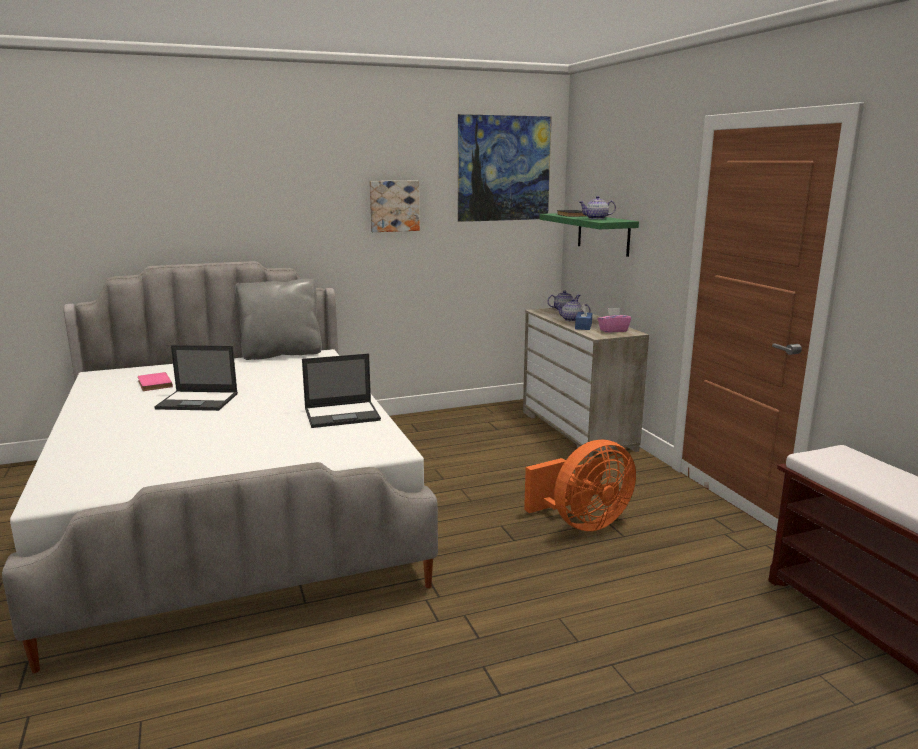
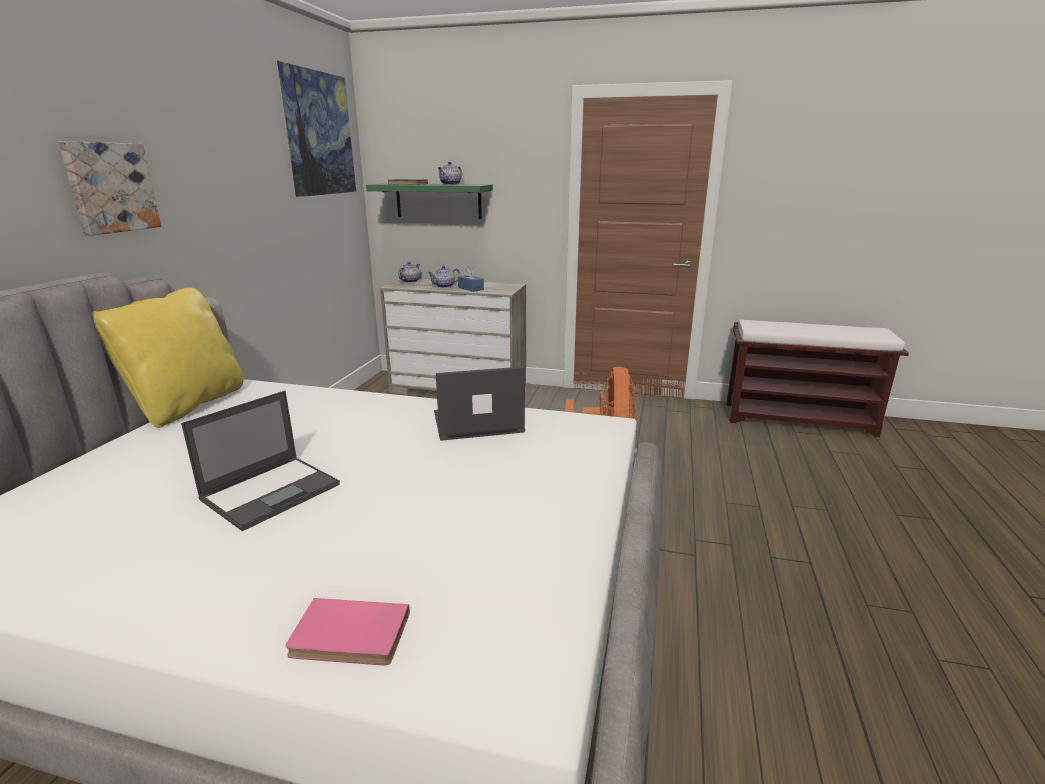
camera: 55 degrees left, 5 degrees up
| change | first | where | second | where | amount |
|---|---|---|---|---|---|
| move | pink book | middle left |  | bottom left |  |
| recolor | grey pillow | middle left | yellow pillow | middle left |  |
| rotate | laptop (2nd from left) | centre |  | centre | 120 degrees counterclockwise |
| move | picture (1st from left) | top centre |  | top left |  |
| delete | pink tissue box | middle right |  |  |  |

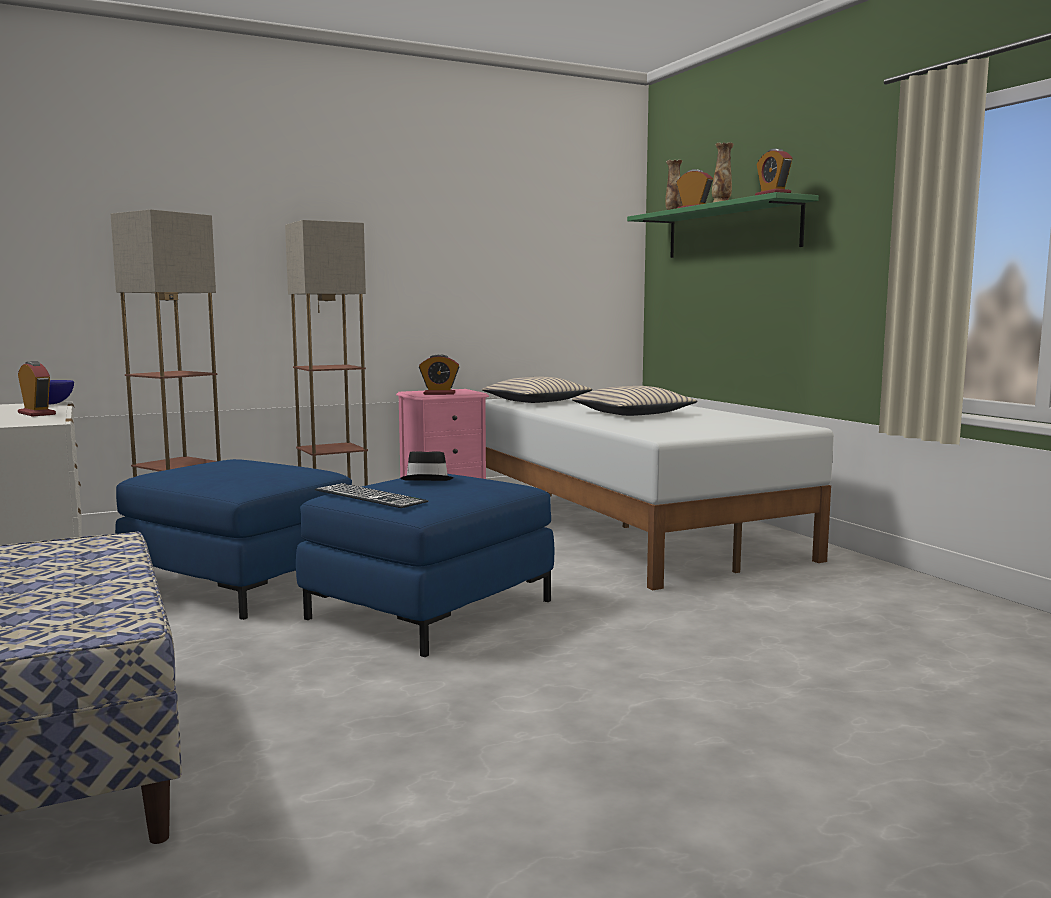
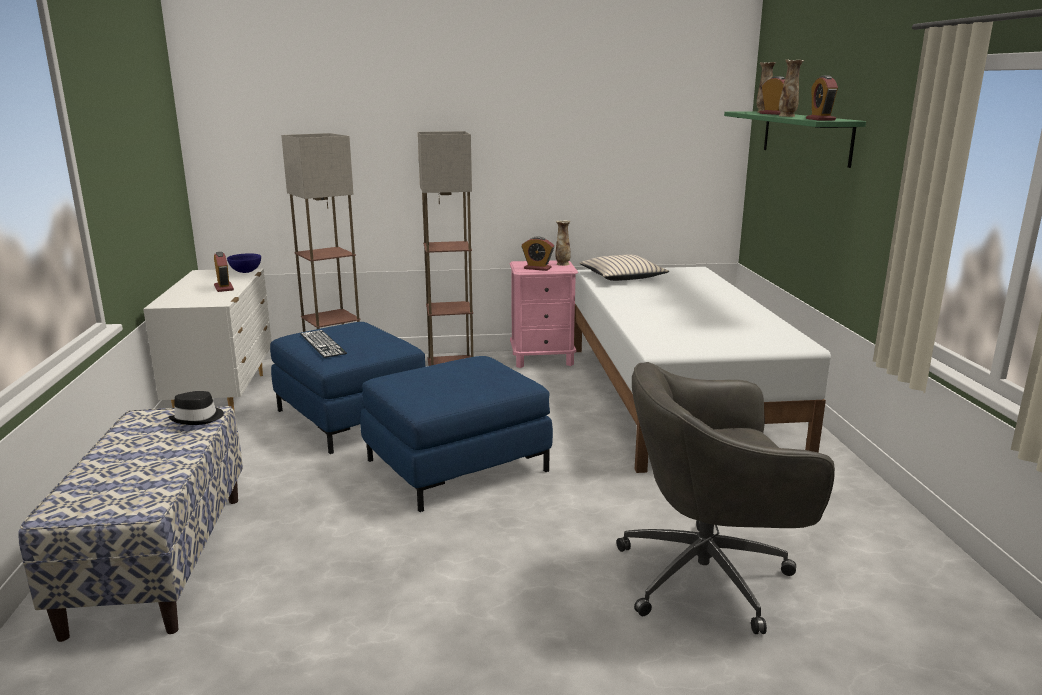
camera: 20 degrees right, 10 degrees up
| change | first | where | second | where | amount |
|---|---|---|---|---|---|
| move | keyboard | centre |  | middle left |  |
| move | black hat | centre |  | middle left |  |
| delete | beige pillow (2nd from left) | centre |  |  |  |
| insert |  |  | vase (1st from left) | centre |  |
| insert |  |  | grey office chair | bottom right |  |

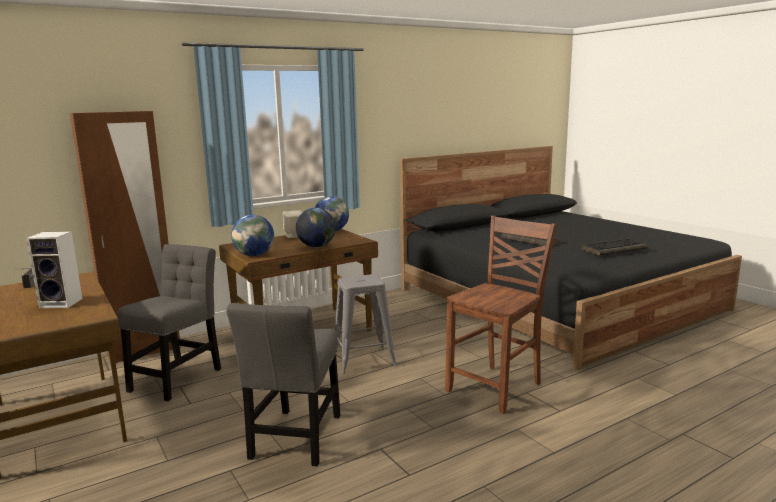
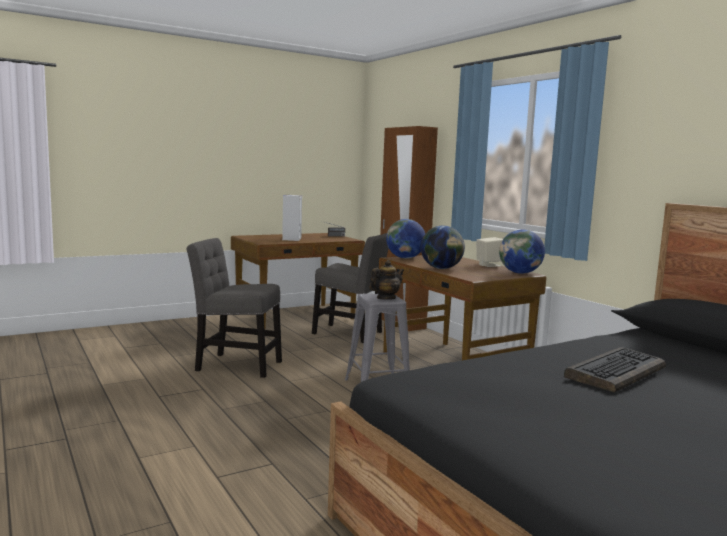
camera: 90 degrees right, 5 degrees down
| change | first | where | second | where | amount |
|---|---|---|---|---|---|
| delete | brown chair | centre |  |  |  |
| delete | keyboard (2nd from left) | middle right |  |  |  |
| insert |  |  | teapot | centre |  |

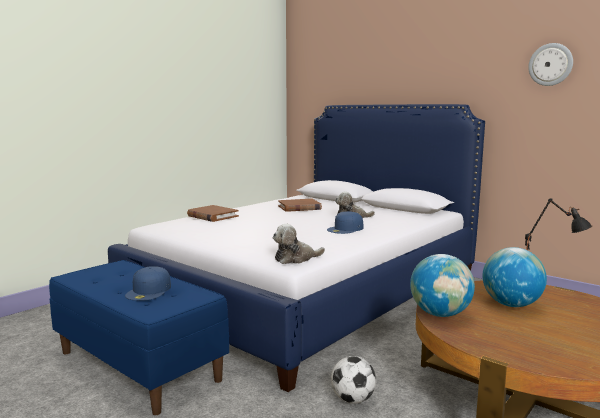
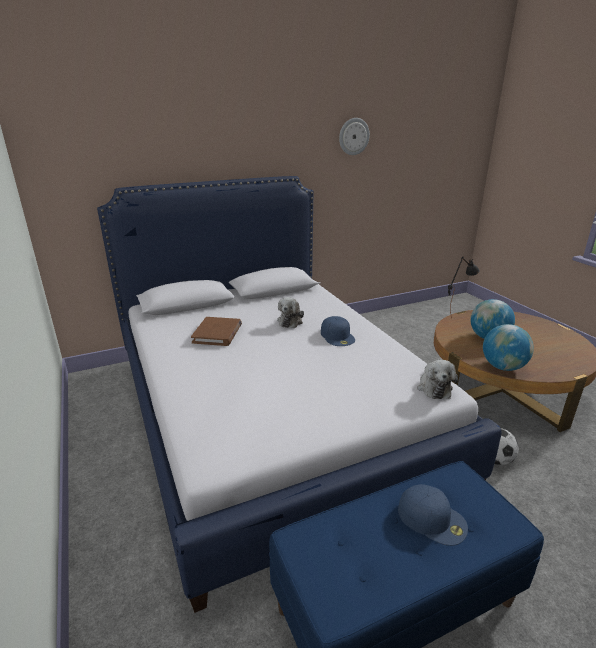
camera: 65 degrees left, 15 degrees up
| change | first | where | second | where | amount |
|---|---|---|---|---|---|
| delete | brown book (1st from left) | centre |  |  |  |

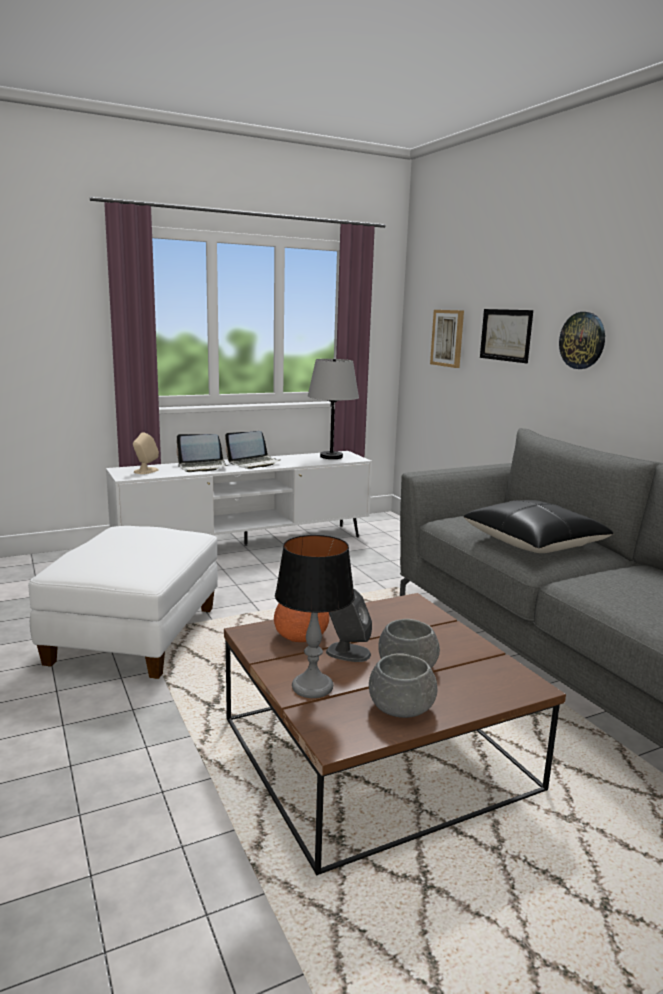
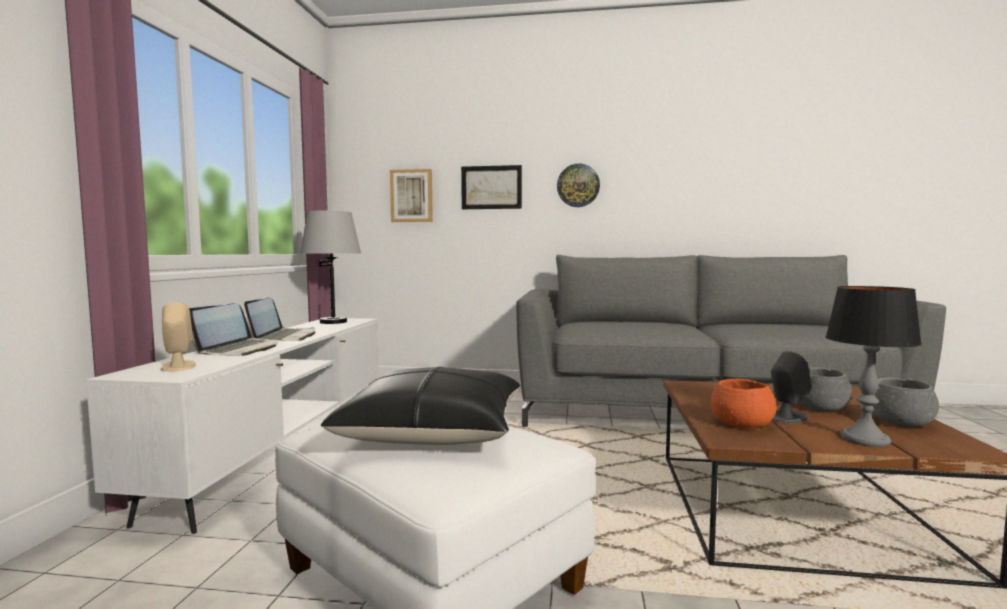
camera: 55 degrees left, 10 degrees down
| change | first | where | second | where | amount |
|---|---|---|---|---|---|
| move | black pillow | middle right |  | bottom centre |  |

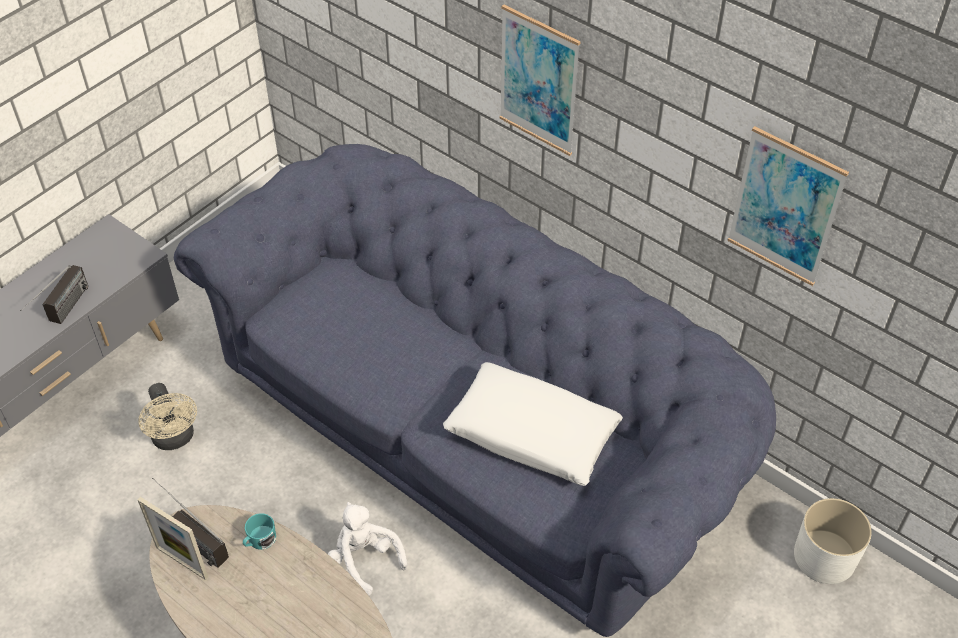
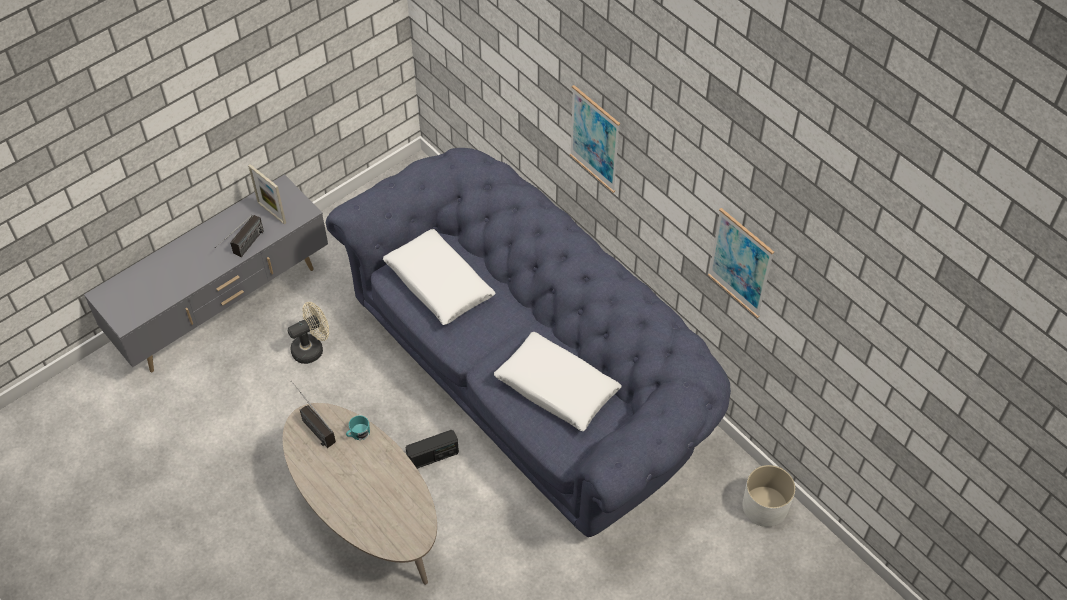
camera: 10 degrees right, 5 degrees up
| change | first | where | second | where | amount |
|---|---|---|---|---|---|
| rotate | beige fan | middle left |  | middle left | 105 degrees counterclockwise |
| move | picture frame | bottom left |  | top left |  |
| replace | white plush toy | bottom centre | radio (3rd from left) | bottom centre |  |
| insert |  |  | white pillow (1st from left) | centre |  |

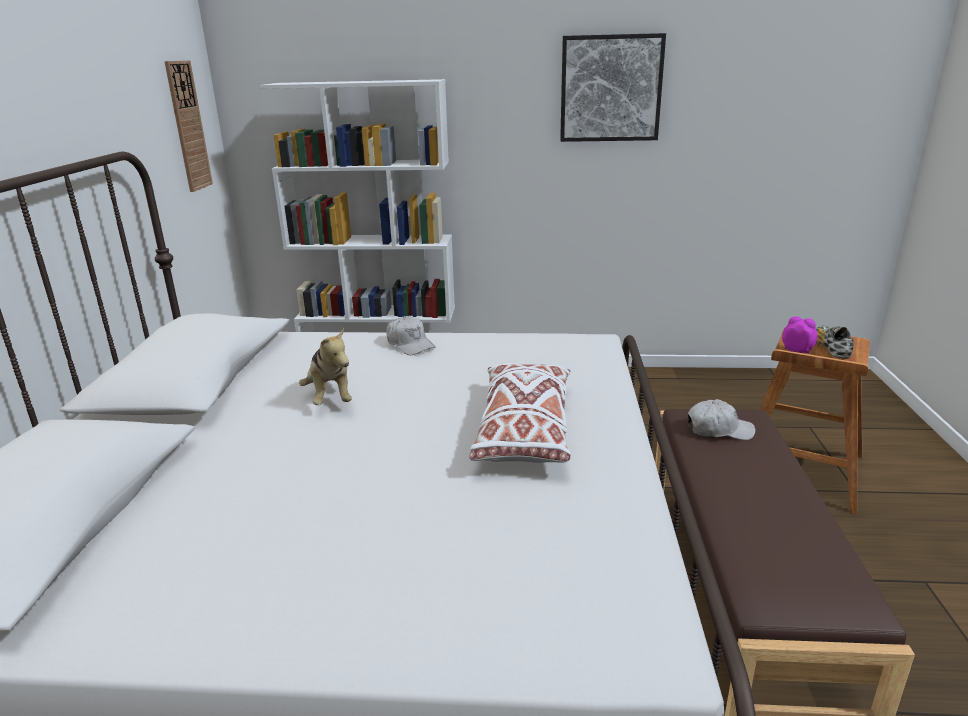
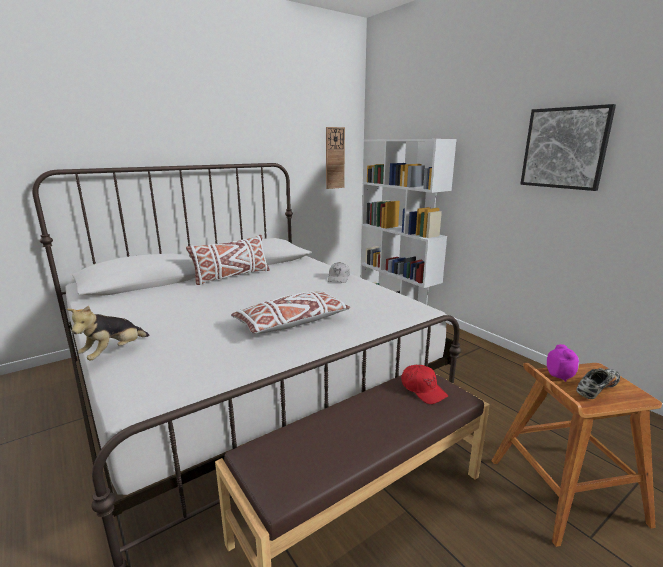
camera: 50 degrees right, 5 degrees down
| change | first | where | second | where | amount |
|---|---|---|---|---|---|
| move | plush toy | centre |  | middle left |  |
| recolor | white cap (2nd from left) | middle right | red cap | bottom centre |  |
| insert |  |  | white pillow (1st from left) | centre |  |

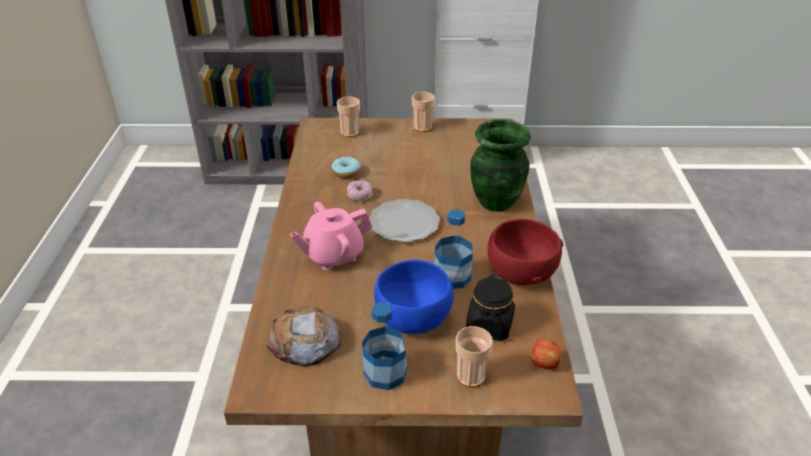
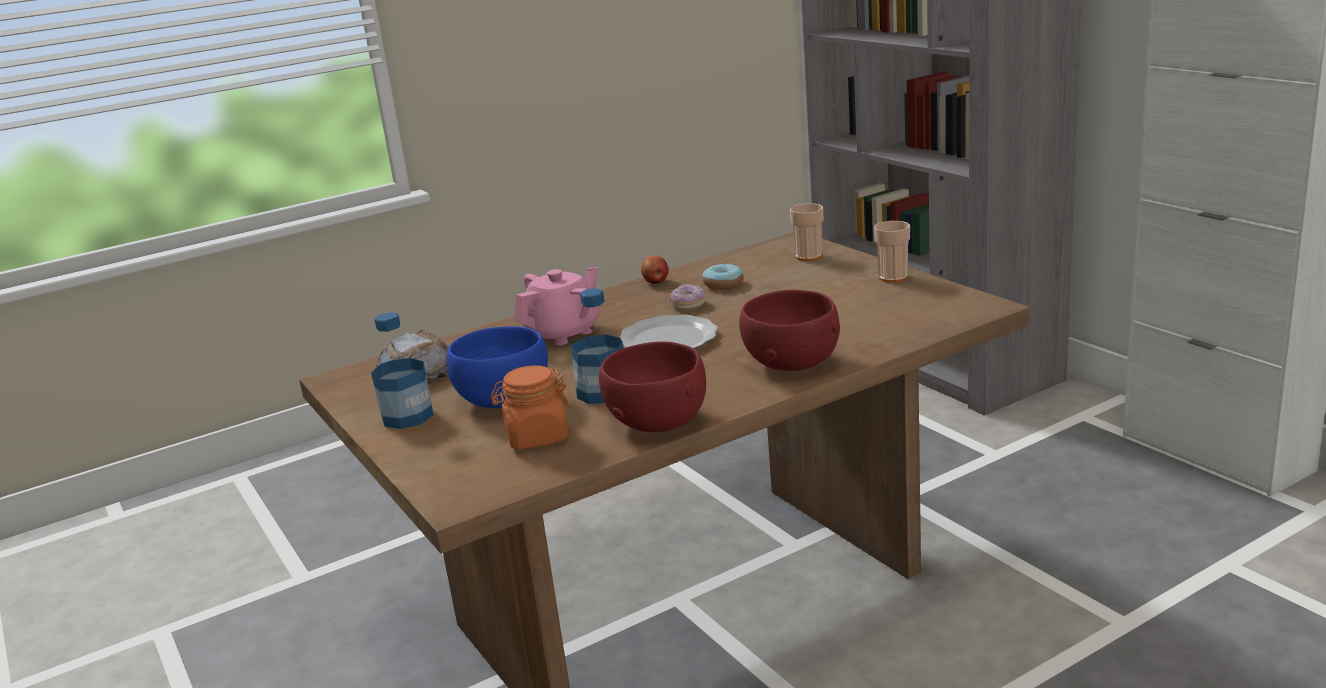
camera: 60 degrees right, 15 degrees down
| change | first | where | second | where | amount |
|---|---|---|---|---|---|
| rotate | pink teapot | centre |  | centre | 105 degrees clockwise |
| delete | cup (3rd from left) | bottom centre |  |  |  |
| recolor | black jar | bottom centre | orange jar | centre |  |
| replace | green vase | centre | red bowl (2nd from left) | centre |  |
| move | apple | bottom right |  | centre |  |

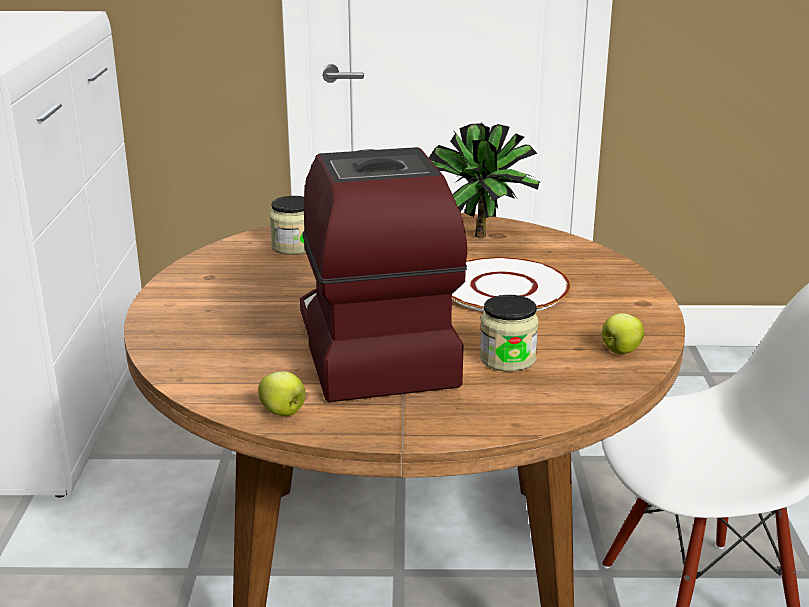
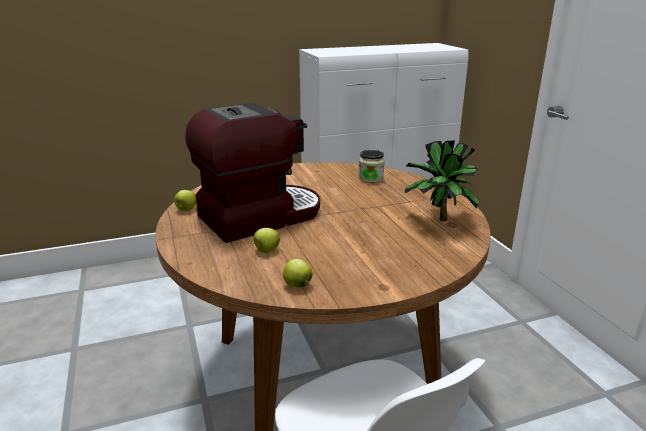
camera: 70 degrees right, 0 degrees up
| change | first | where | second | where | amount |
|---|---|---|---|---|---|
| delete | white plate | centre |  |  |  |
| replace | jar (2nd from left) | centre | apple (2nd from left) | centre |  |

